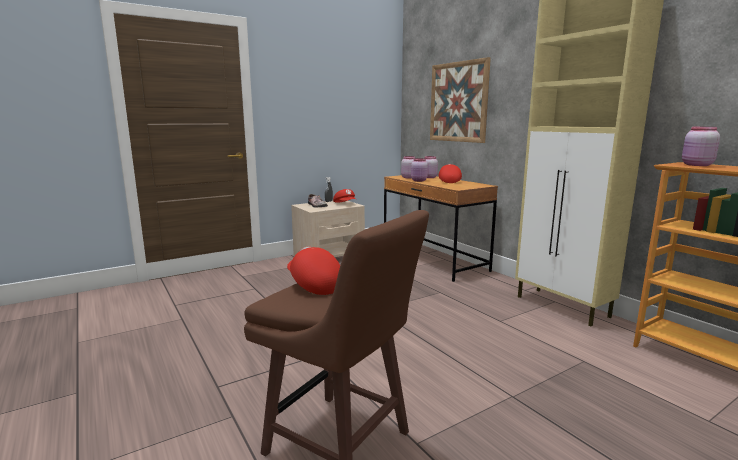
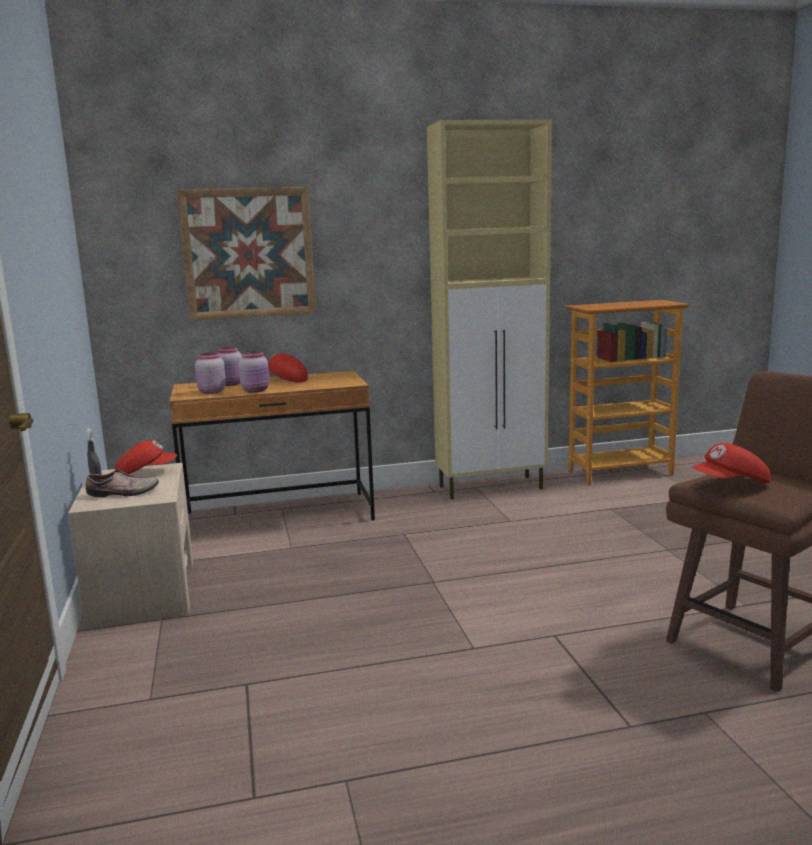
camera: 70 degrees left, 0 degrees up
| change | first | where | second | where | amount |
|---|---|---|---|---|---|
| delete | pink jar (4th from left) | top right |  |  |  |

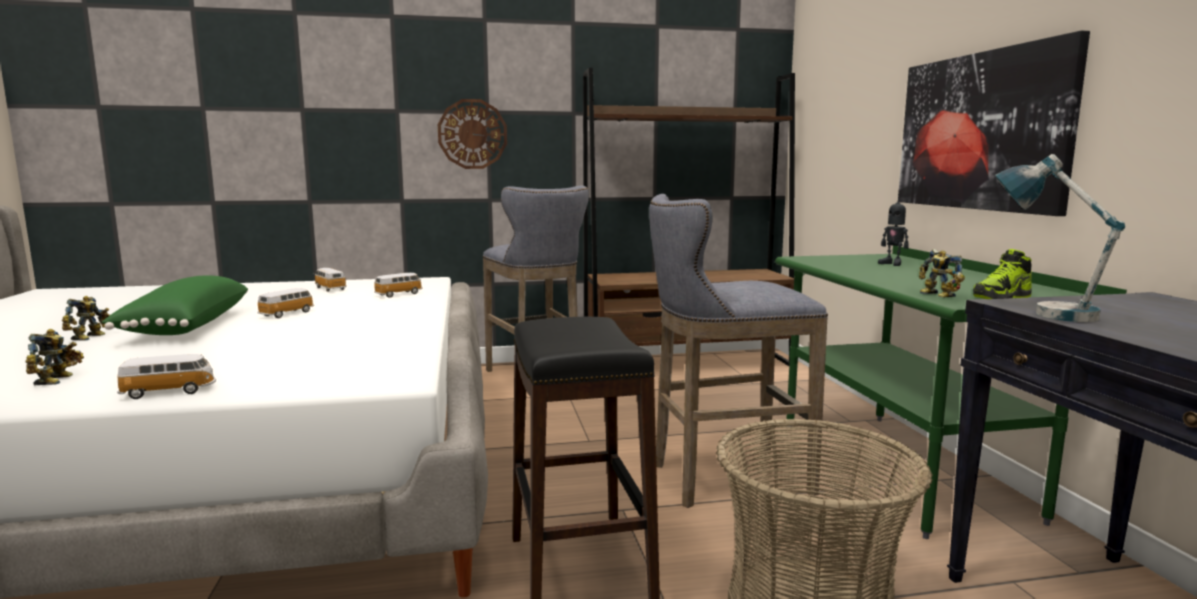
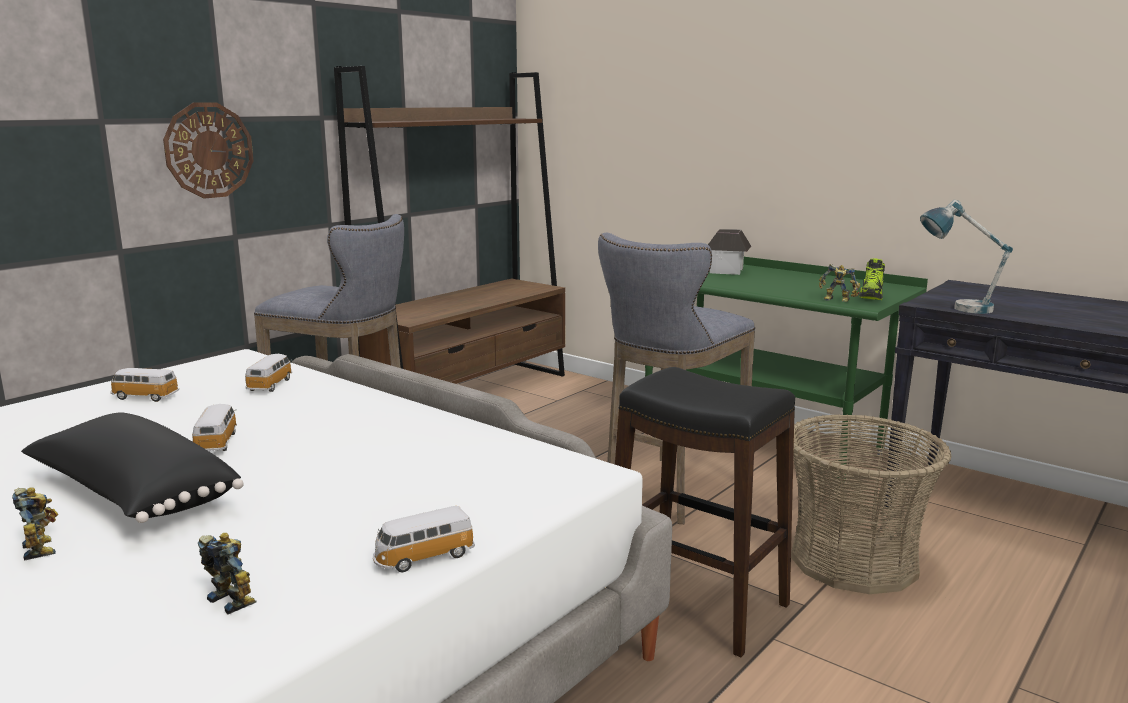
camera: 40 degrees left, 5 degrees up
| change | first | where | second | where | amount |
|---|---|---|---|---|---|
| recolor | green pillow | middle left | black pillow | middle left |  |
| rotate | toy car (1st from left in the first image) | middle left | toy car (4th from left) | bottom centre | 150 degrees counterclockwise |
| replace | toy robot (3rd from left) | middle right | toy house | centre |  |
| delete | picture | top right |  |  |  |

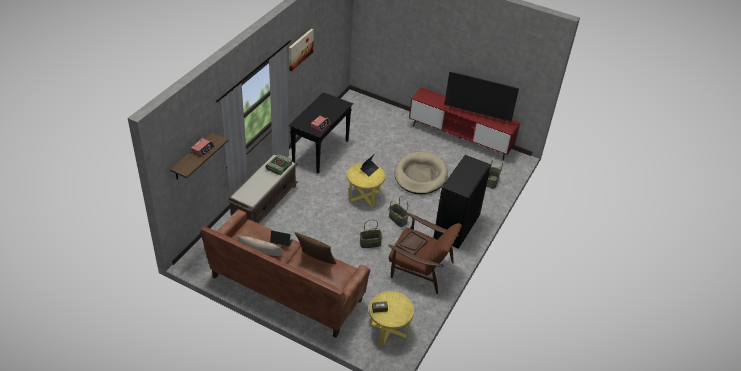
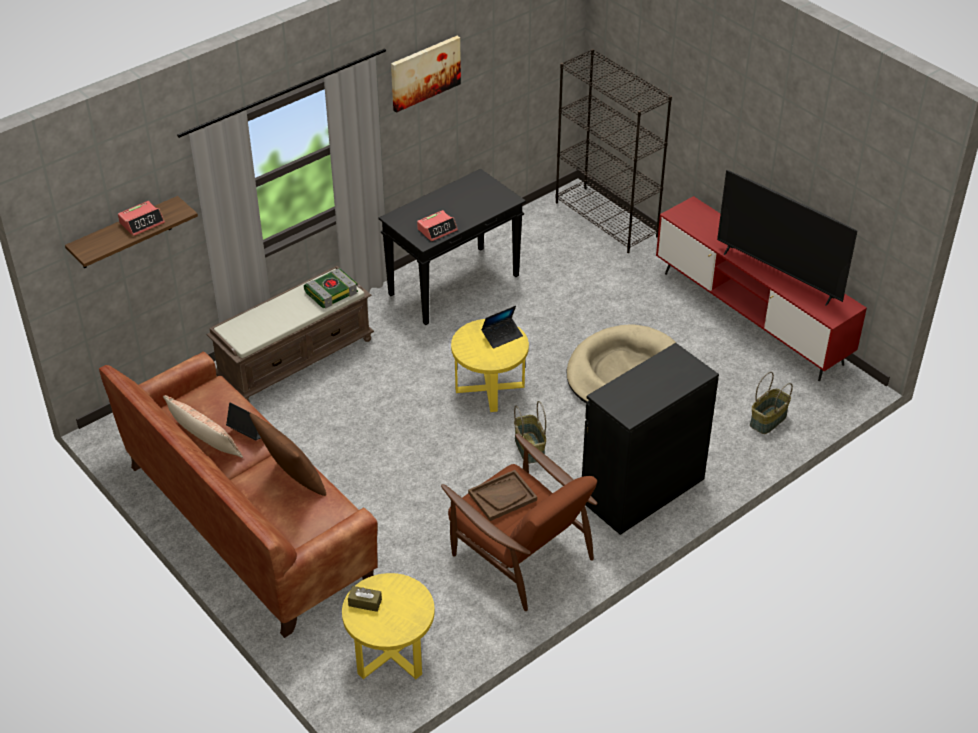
camera: 25 degrees right, 0 degrees up
| change | first | where | second | where | amount |
|---|---|---|---|---|---|
| delete | basket (1st from left) | centre |  |  |  |
| insert |  |  | black bookcase | top centre |  |

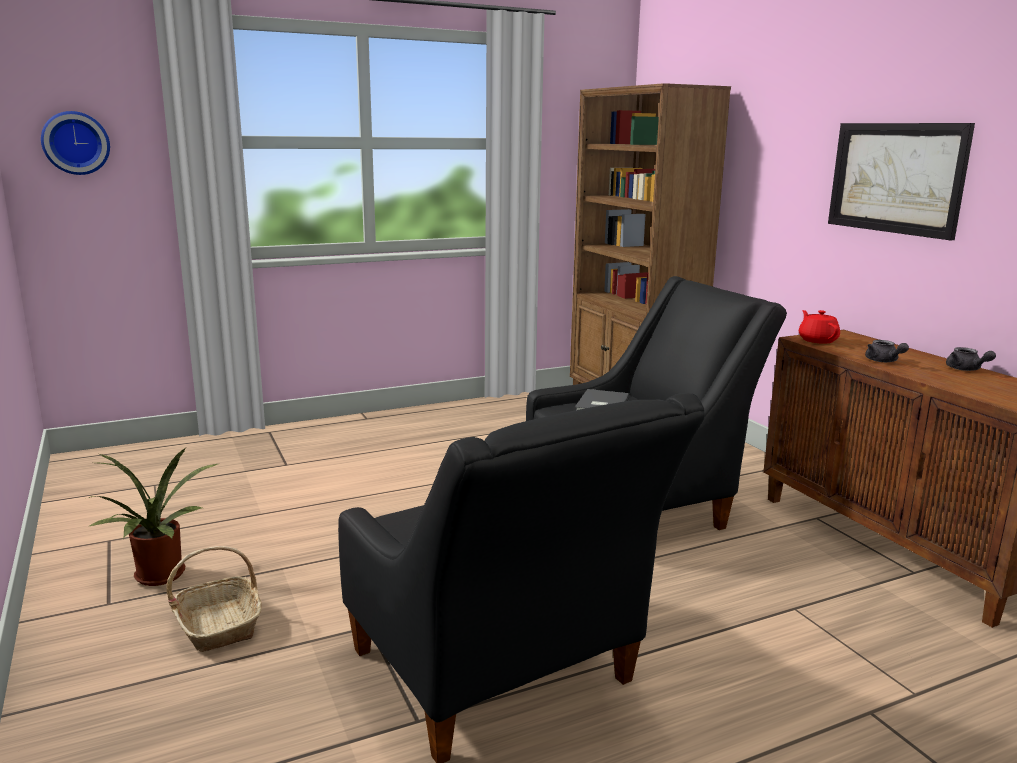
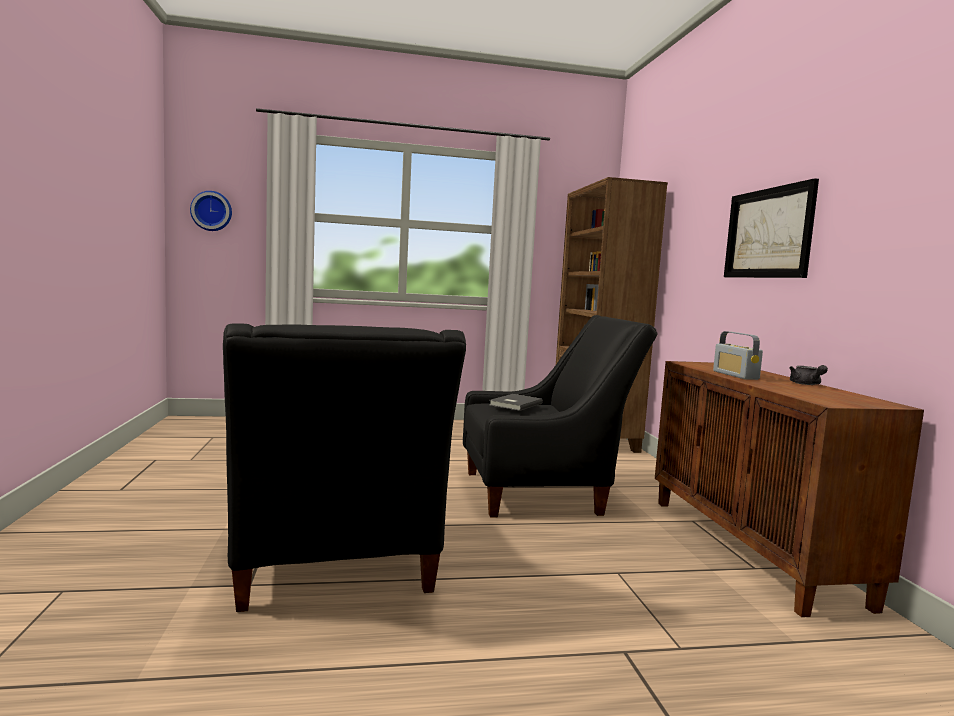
camera: 15 degrees right, 10 degrees down
| change | first | where | second | where | amount |
|---|---|---|---|---|---|
| delete | potted plant | bottom left |  |  |  |
| delete | basket | bottom left |  |  |  |
| delete | red teapot | middle right |  |  |  |
| replace | grey teapot (1st from left) | middle right | radio | middle right |  |

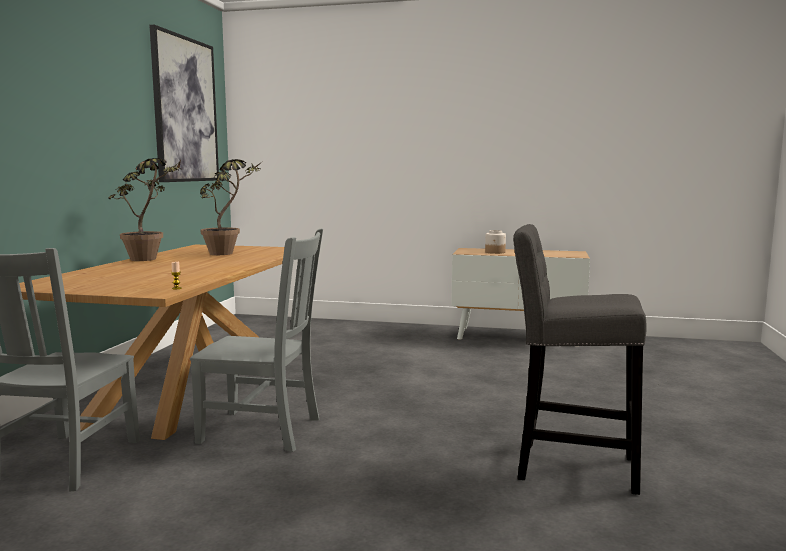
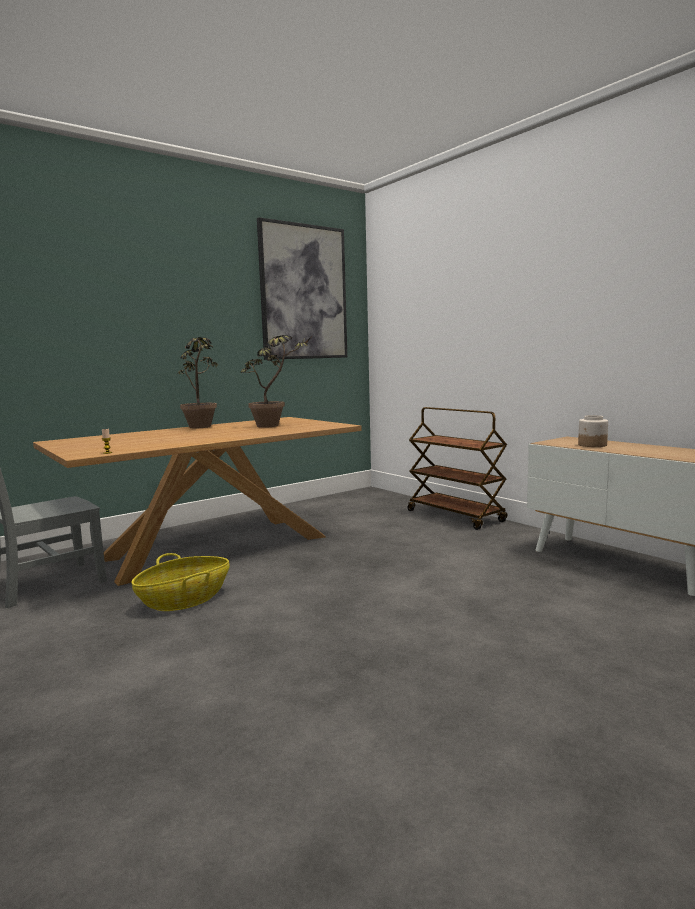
camera: 40 degrees right, 0 degrees up
| change | first | where | second | where | amount |
|---|---|---|---|---|---|
| replace | grey chair (2nd from left) | middle left | basket | middle left |  |
| delete | grey stool | middle right |  |  |  |
| insert |  |  | brown cart | centre |  |

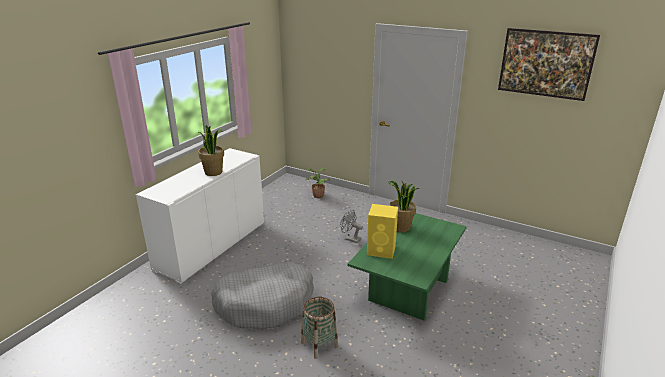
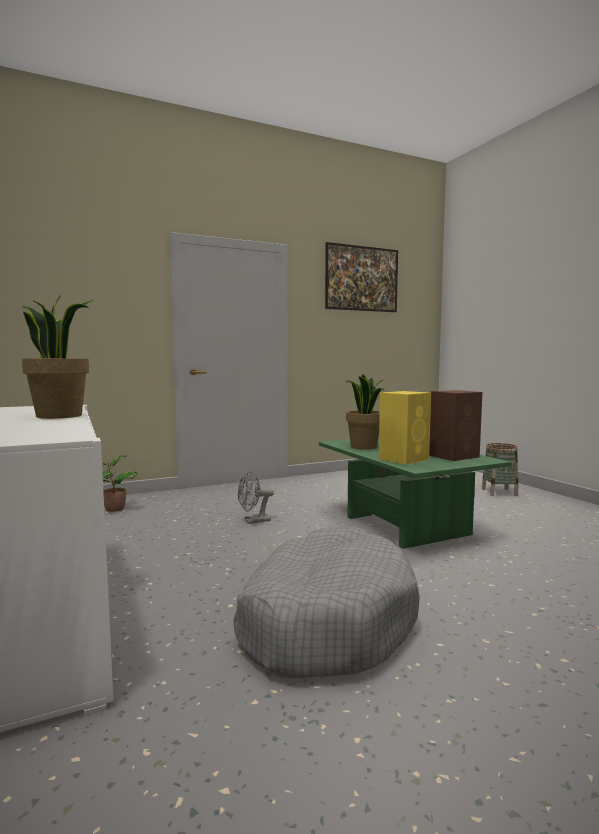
camera: 55 degrees left, 20 degrees down
| change | first | where | second | where | amount |
|---|---|---|---|---|---|
| move | basket | bottom centre |  | middle right |  |
| insert |  |  | brown speaker | middle right |  |

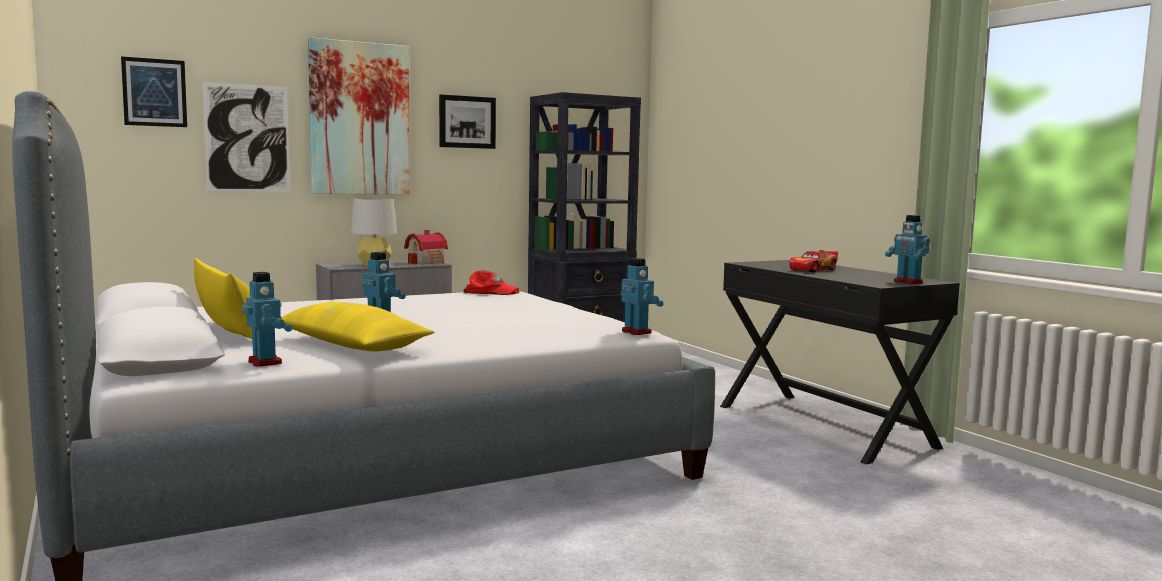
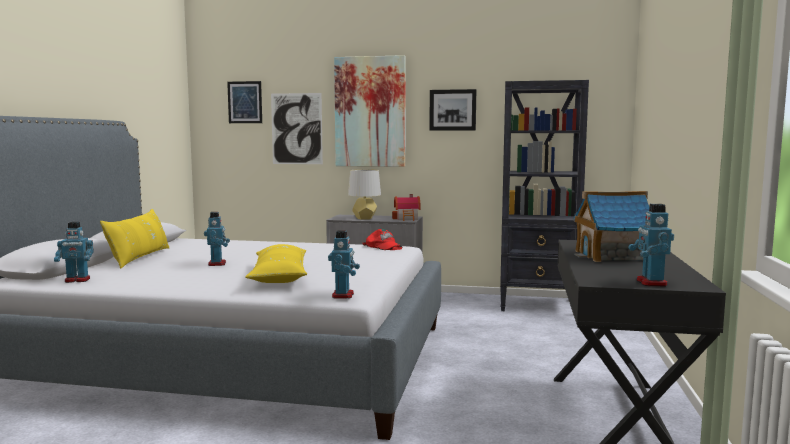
camera: 40 degrees right, 0 degrees up
| change | first | where | second | where | amount |
|---|---|---|---|---|---|
| rotate | toy robot (1st from left) | middle left |  | middle left | 75 degrees clockwise |
| move | yellow pillow (2nd from left) | middle left |  | centre |  |
| replace | toy car | middle right | toy house (2nd from left) | middle right |  |

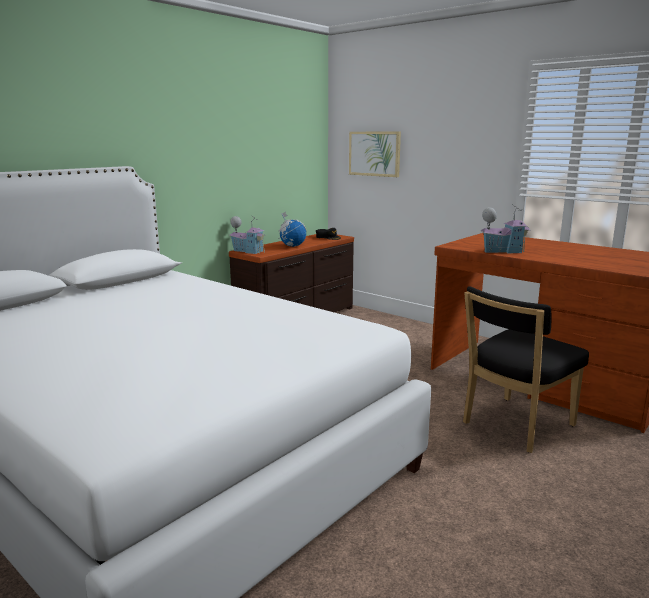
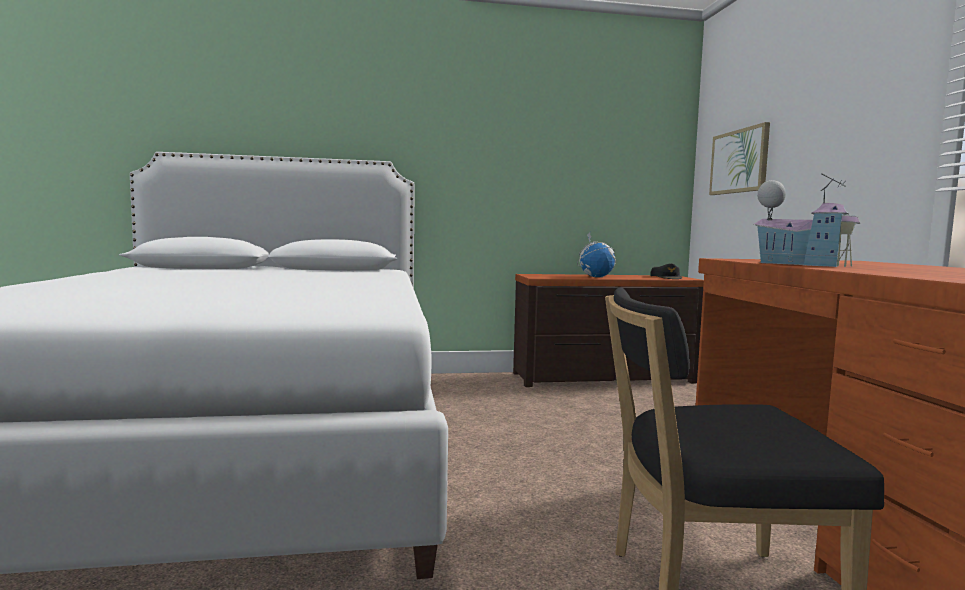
camera: 40 degrees right, 10 degrees down
| change | first | where | second | where | amount |
|---|---|---|---|---|---|
| delete | toy house (1st from left) | centre |  |  |  |

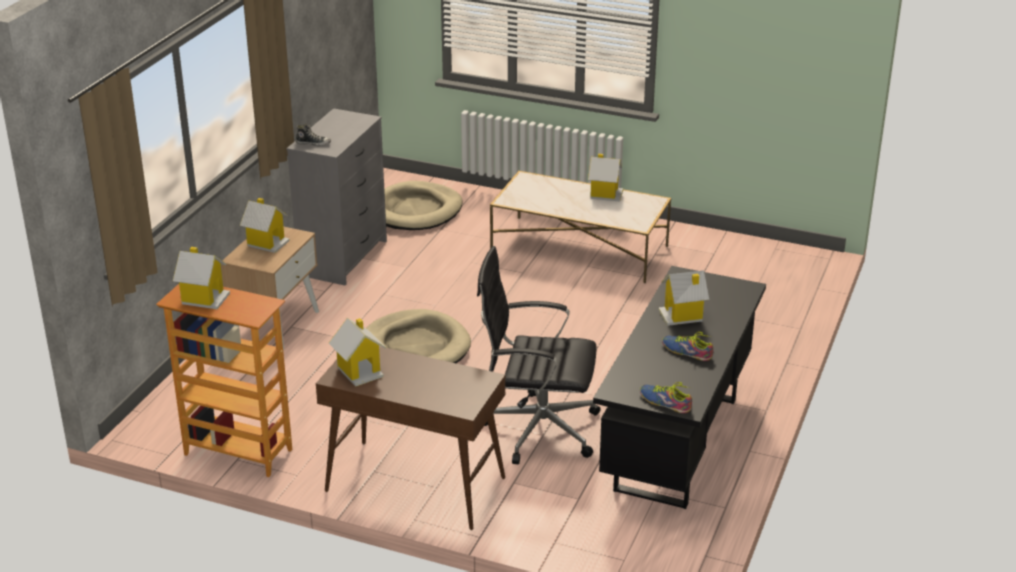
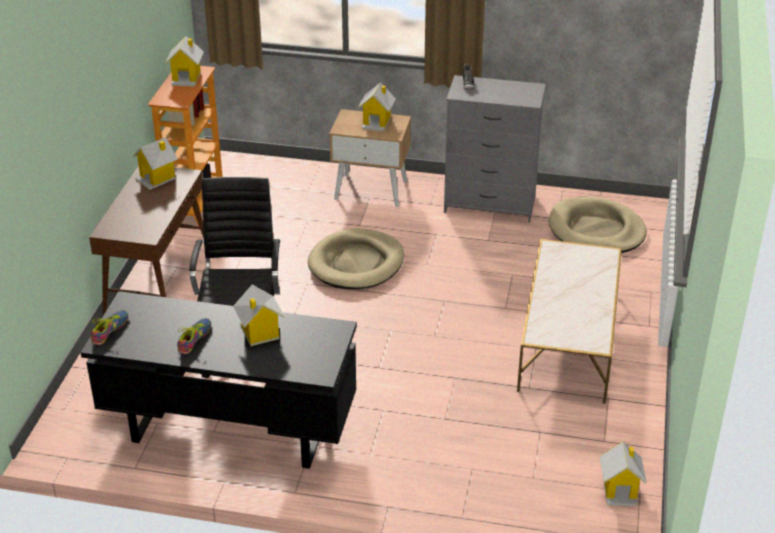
camera: 80 degrees right, 5 degrees up
| change | first | where | second | where | amount |
|---|---|---|---|---|---|
| move | toy house (4th from left in the first image) | top centre | toy house (5th from left) | bottom right |  |

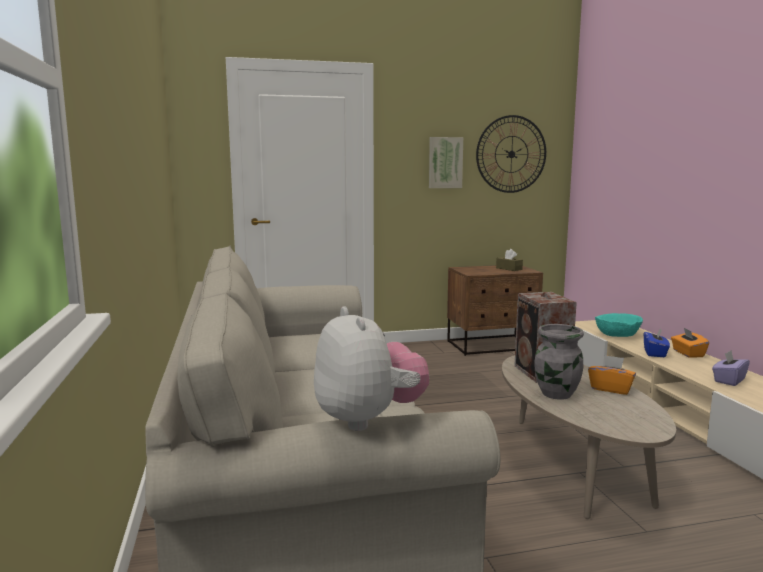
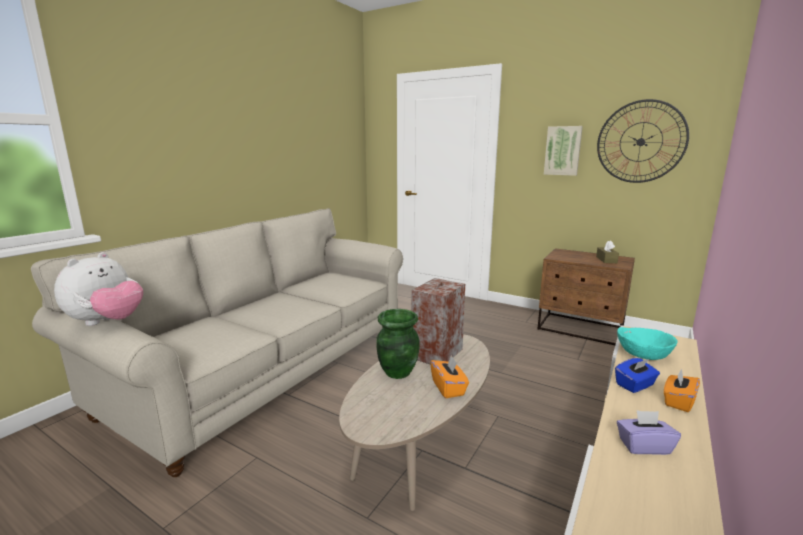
camera: 45 degrees right, 5 degrees up
| change | first | where | second | where | amount |
|---|---|---|---|---|---|
| recolor | grey vase | middle right | green vase | centre |  |

